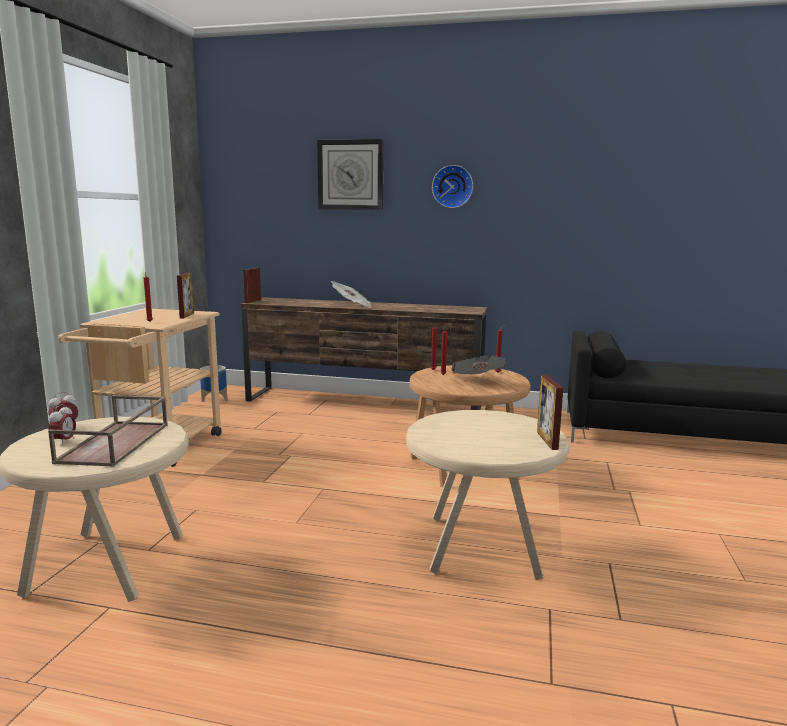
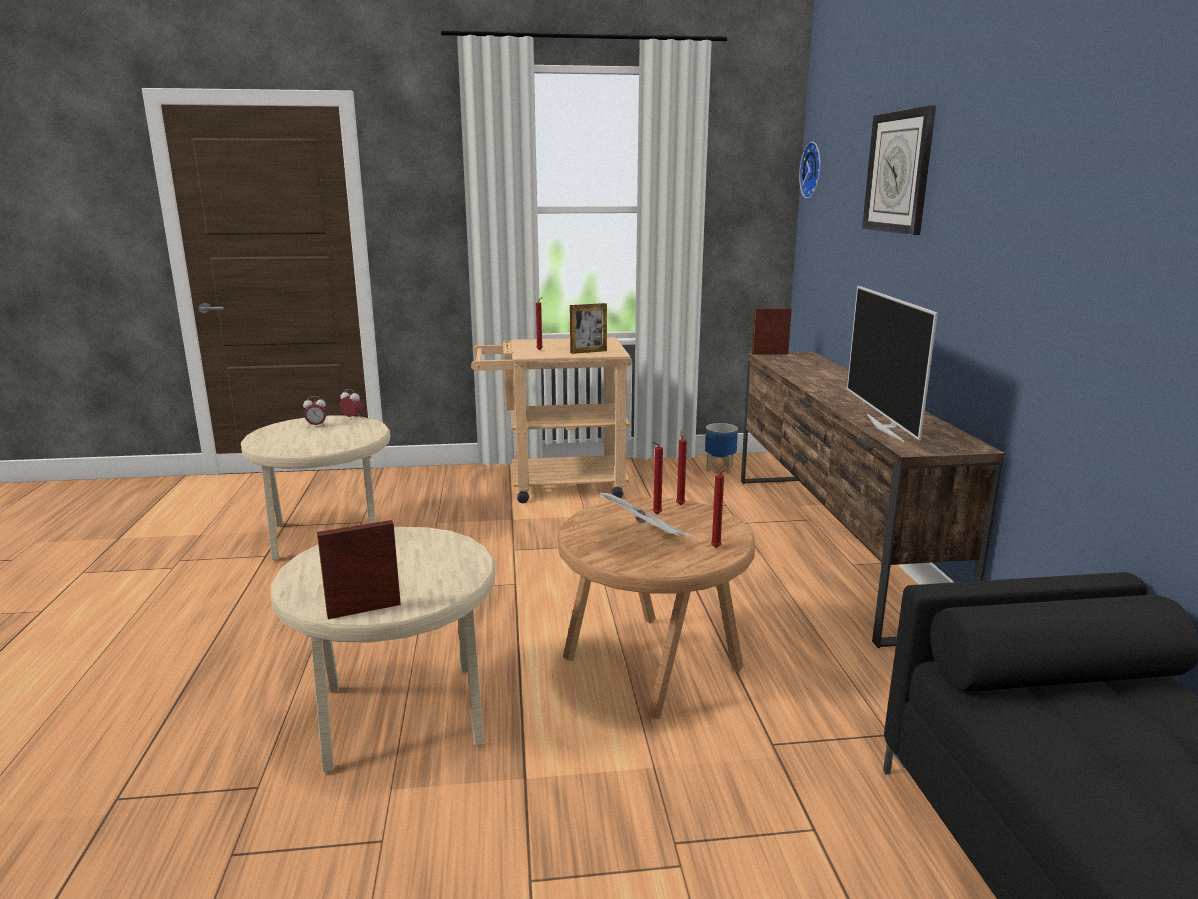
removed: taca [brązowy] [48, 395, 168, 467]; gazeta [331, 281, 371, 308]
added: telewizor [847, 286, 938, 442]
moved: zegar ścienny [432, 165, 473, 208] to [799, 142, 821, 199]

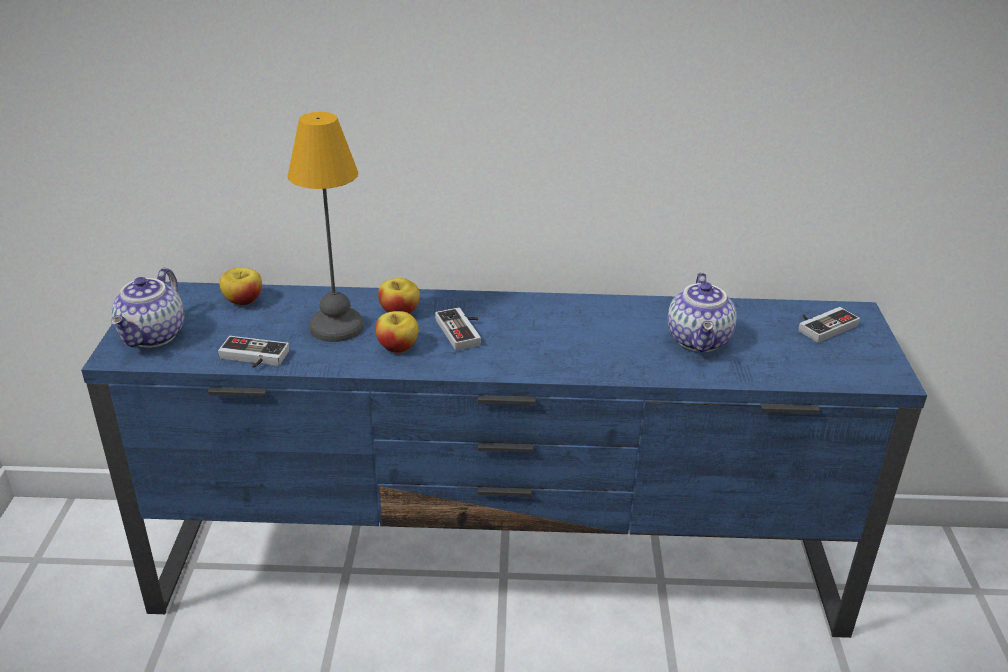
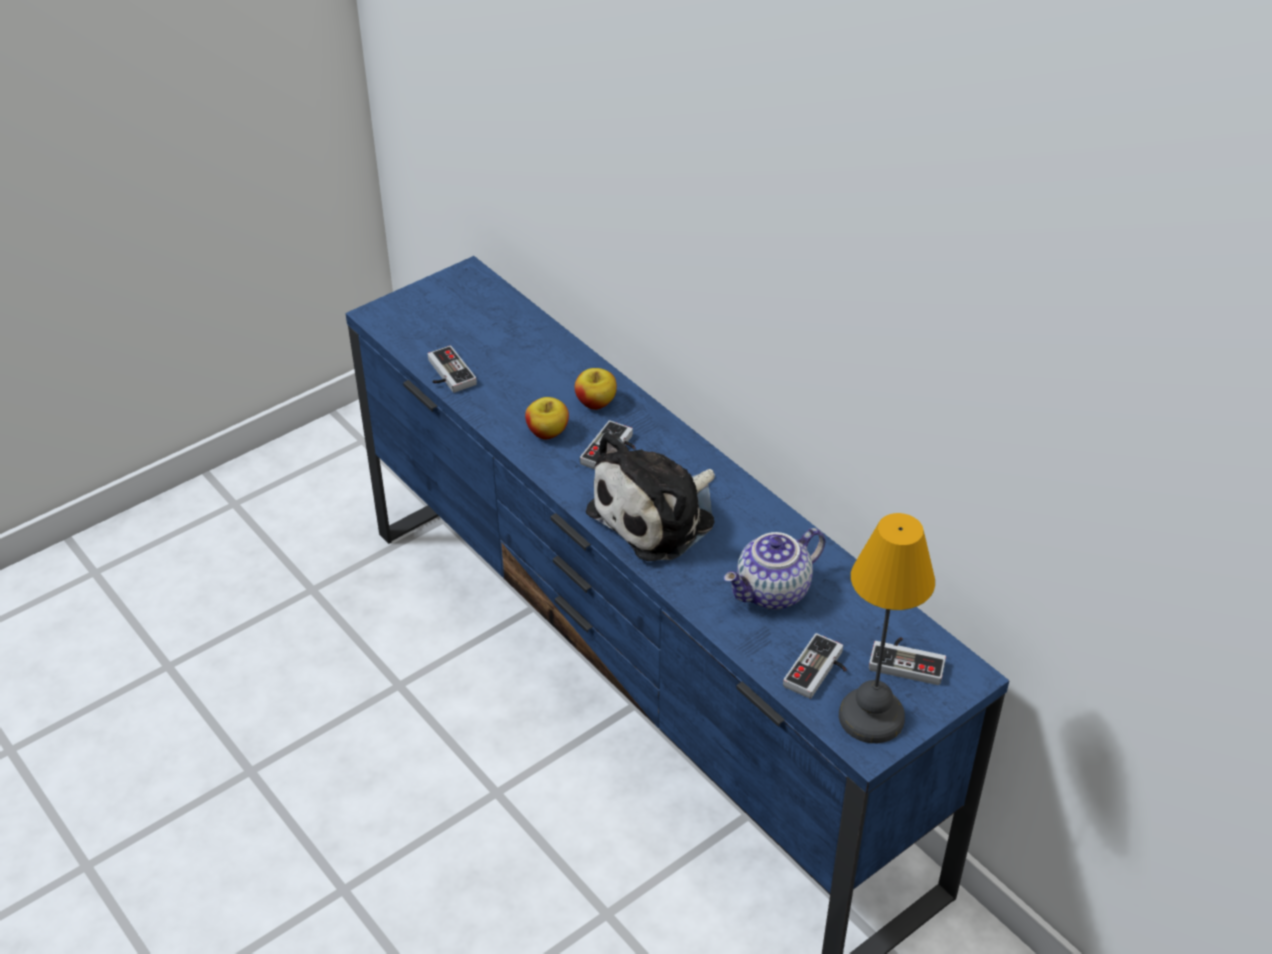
removed: imbryk [111, 268, 184, 348]; jabłko [219, 268, 262, 305]
added: pluszak [586, 431, 715, 561]; pad do gier [783, 633, 847, 699]
moved: lampa stołowa [288, 112, 364, 342] to [839, 513, 935, 743]

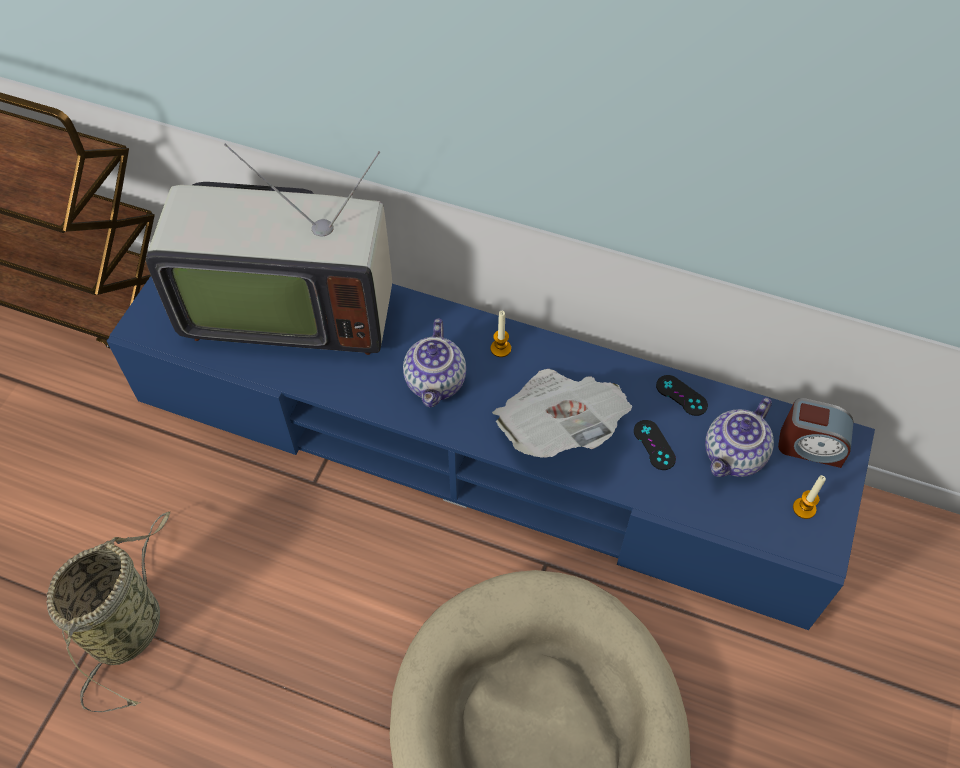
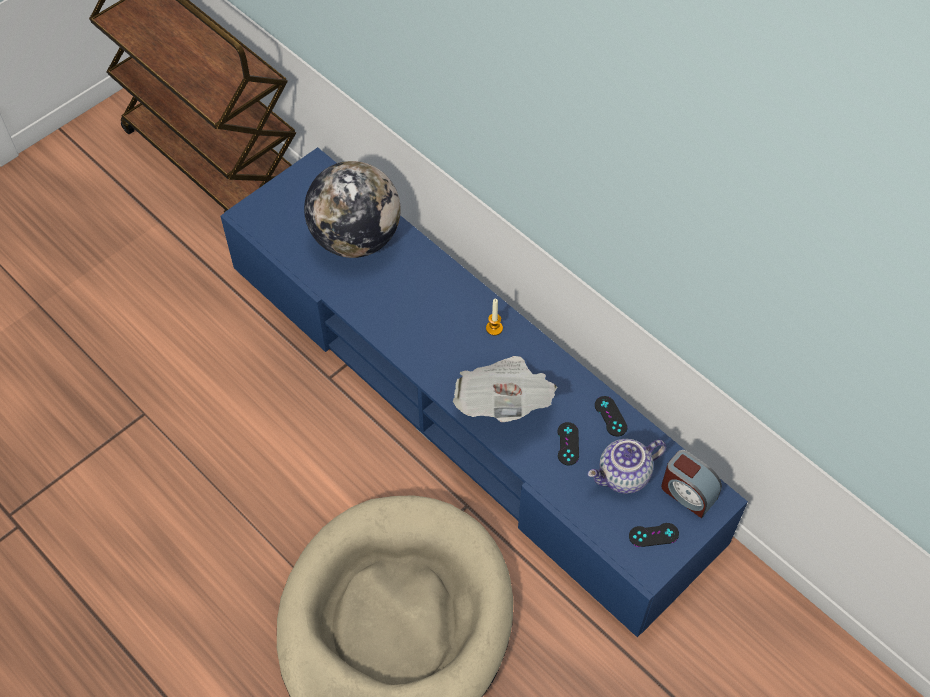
removed: koszyk [47, 511, 170, 712]; imbryk [403, 318, 466, 407]
replaced: telewizor [146, 143, 392, 355] to globus [304, 161, 401, 258]; świeca [793, 475, 826, 519] to pad do gier [czarny] [629, 523, 679, 547]

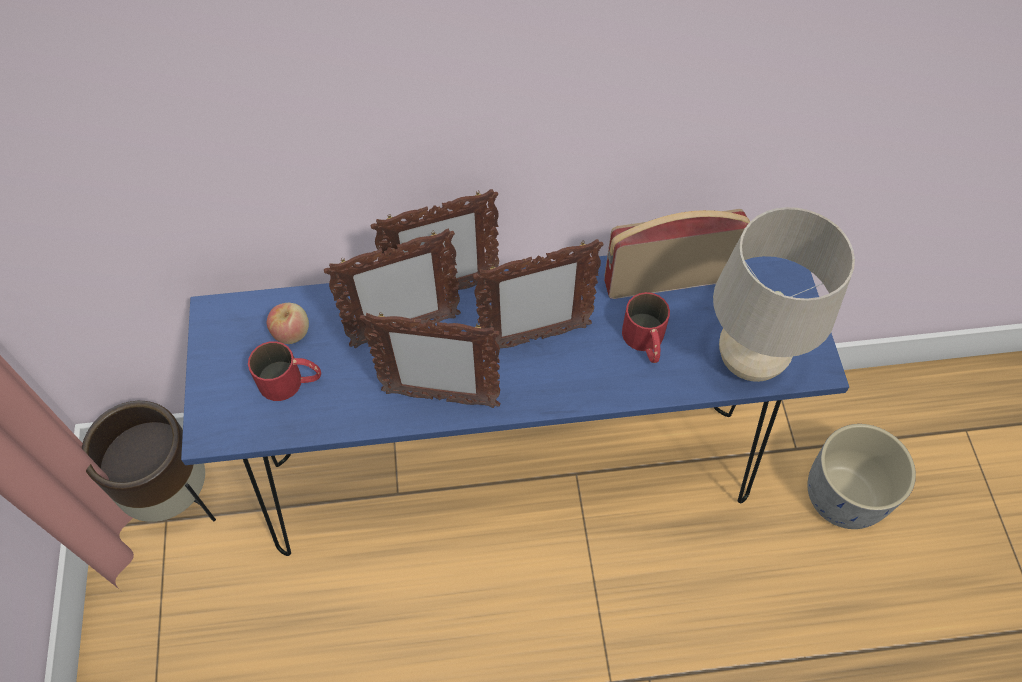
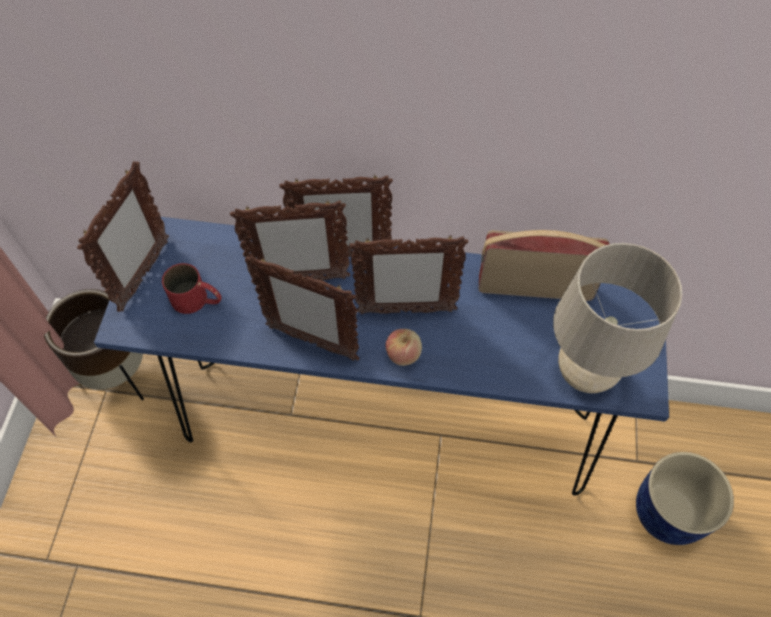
removed: kubek [czerwony] [622, 292, 670, 363]
added: ramka na zdjęcie [77, 161, 169, 312]
moved: jabłko [267, 303, 309, 344] to [385, 329, 422, 366]
recoloured: donica [szary] [808, 424, 916, 529] to donica [niebieski] [636, 452, 734, 545]

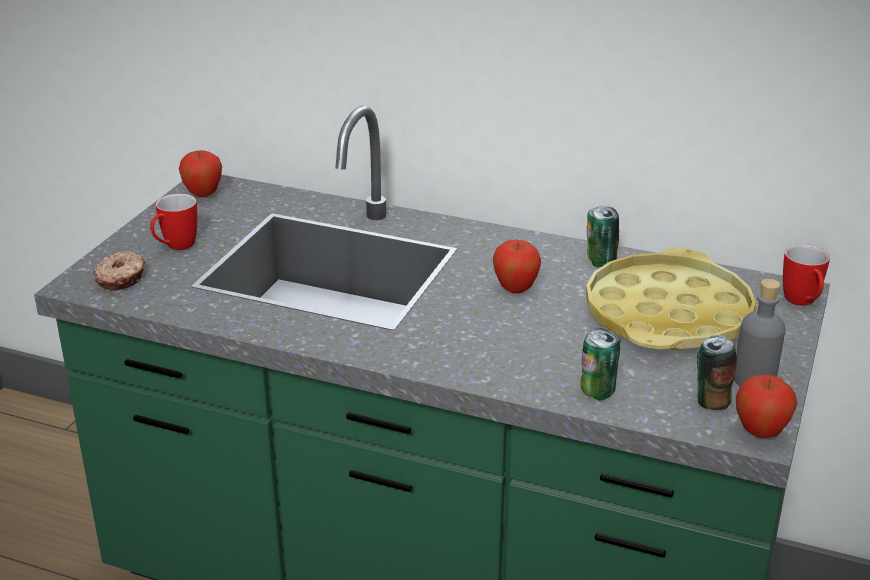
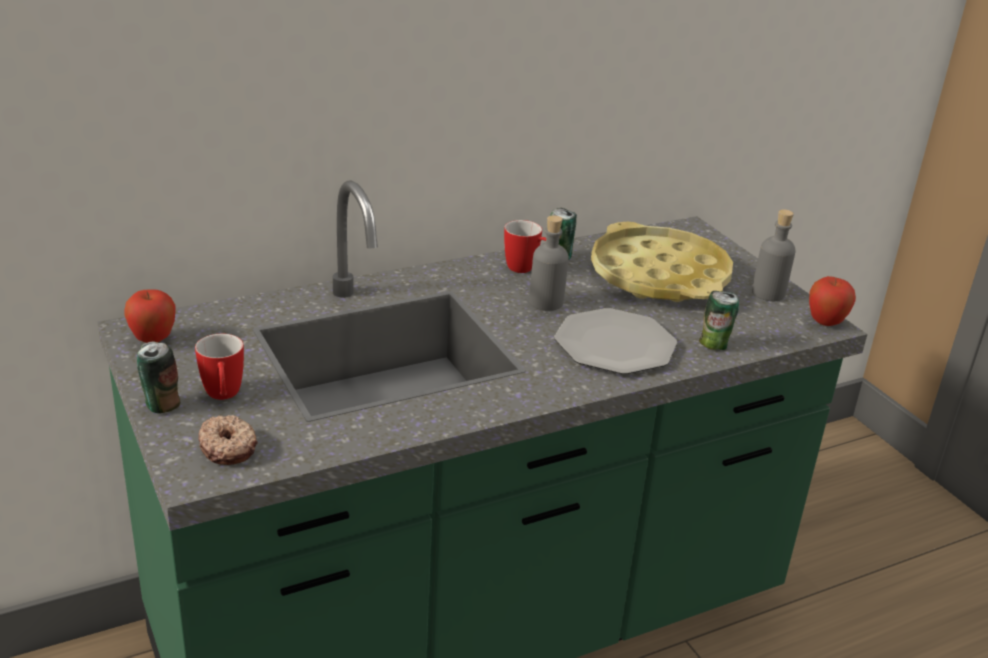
added: talerz [554, 308, 677, 374]
moved: puszka [697, 335, 737, 410] to [137, 342, 180, 414]; kubek [783, 244, 830, 306] to [504, 220, 546, 273]
replaced: jabłko [493, 240, 541, 293] to butelka [szary] [529, 215, 569, 311]

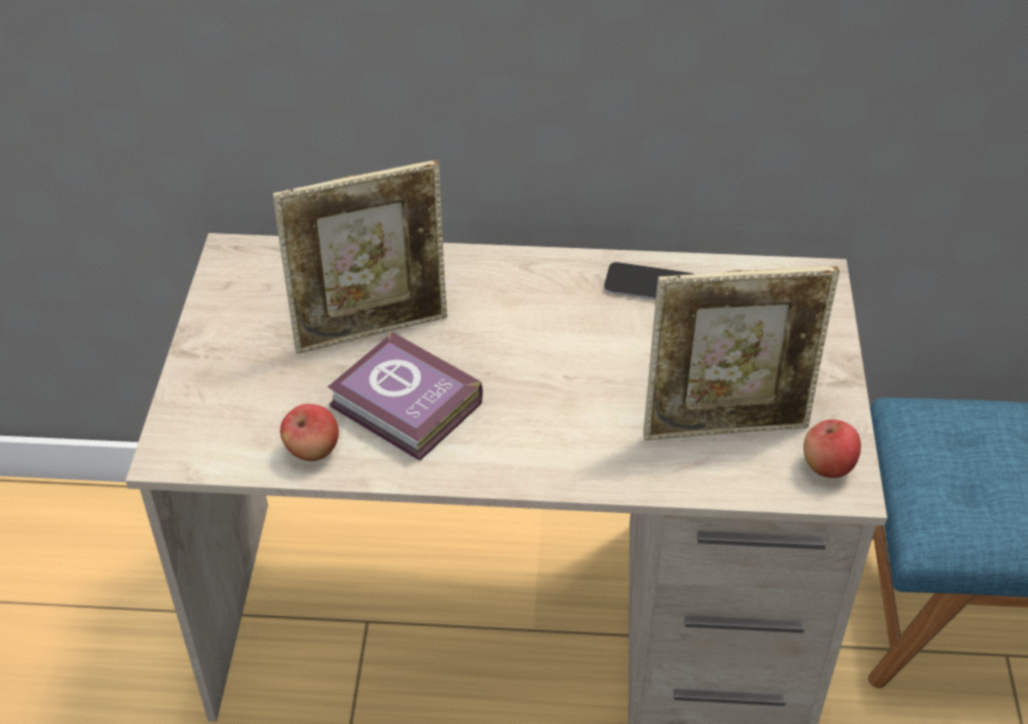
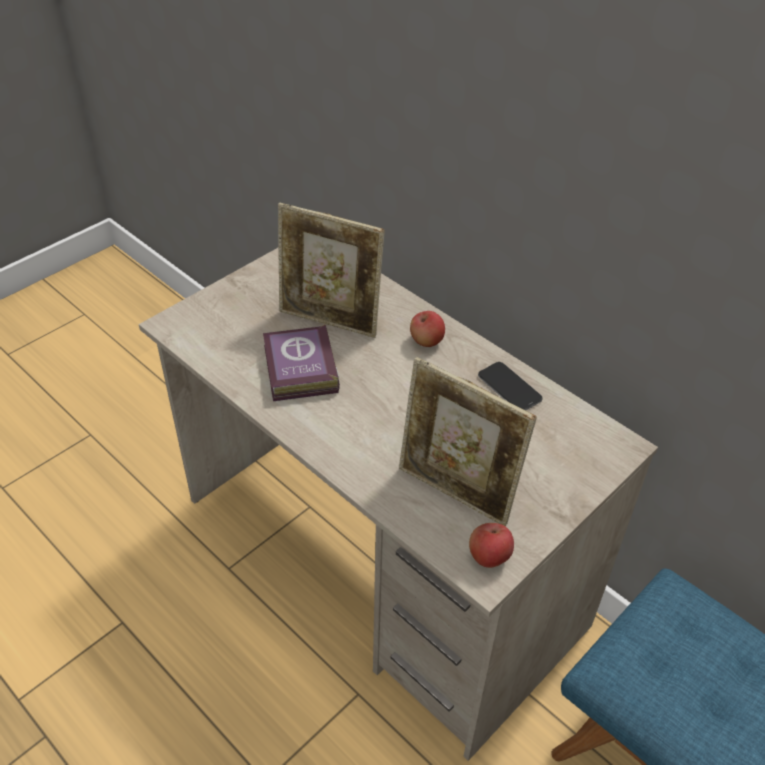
moved: jabłko [280, 404, 339, 461] to [410, 311, 445, 347]

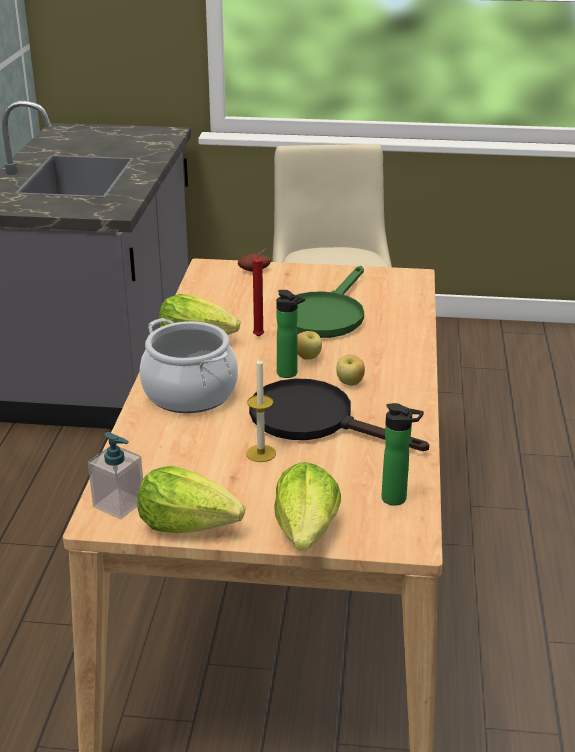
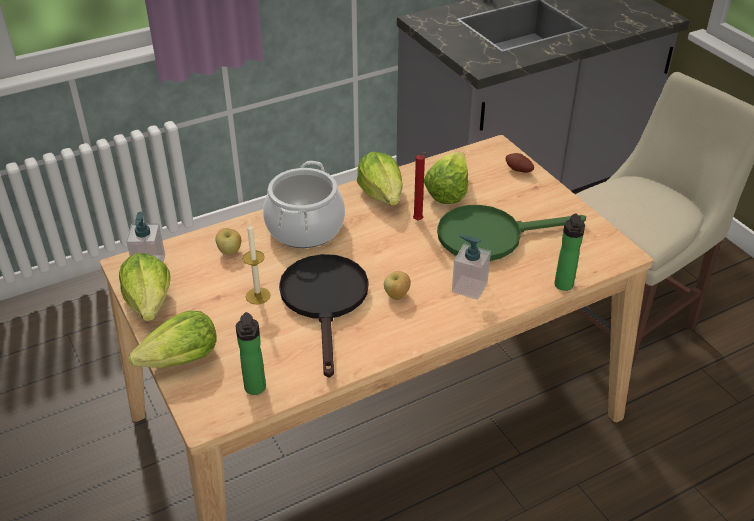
added: sałata [424, 152, 469, 204]; dozownik mydła [452, 235, 491, 300]
moved: jabłko [297, 331, 322, 360] to [215, 228, 241, 255]; butelka [276, 290, 305, 378] to [554, 213, 585, 291]

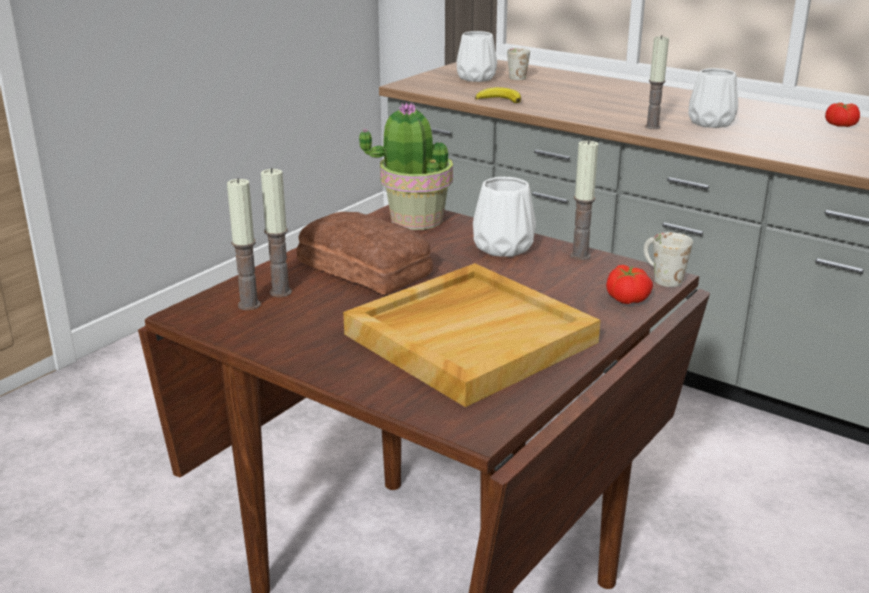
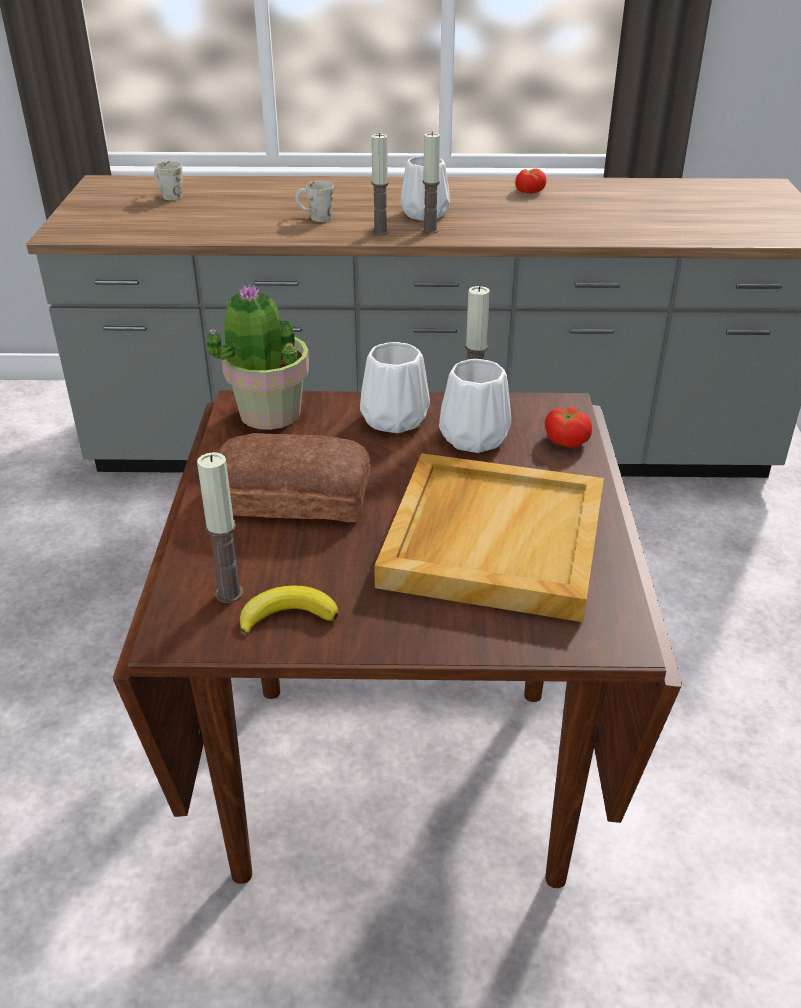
moved: banan [475, 87, 521, 103] to [240, 586, 339, 636]; kubek [biały] [643, 232, 693, 287] to [295, 181, 334, 222]; świeca [261, 168, 292, 297] to [422, 132, 440, 234]; wazon [biały] [457, 31, 497, 82] to [439, 359, 511, 453]

